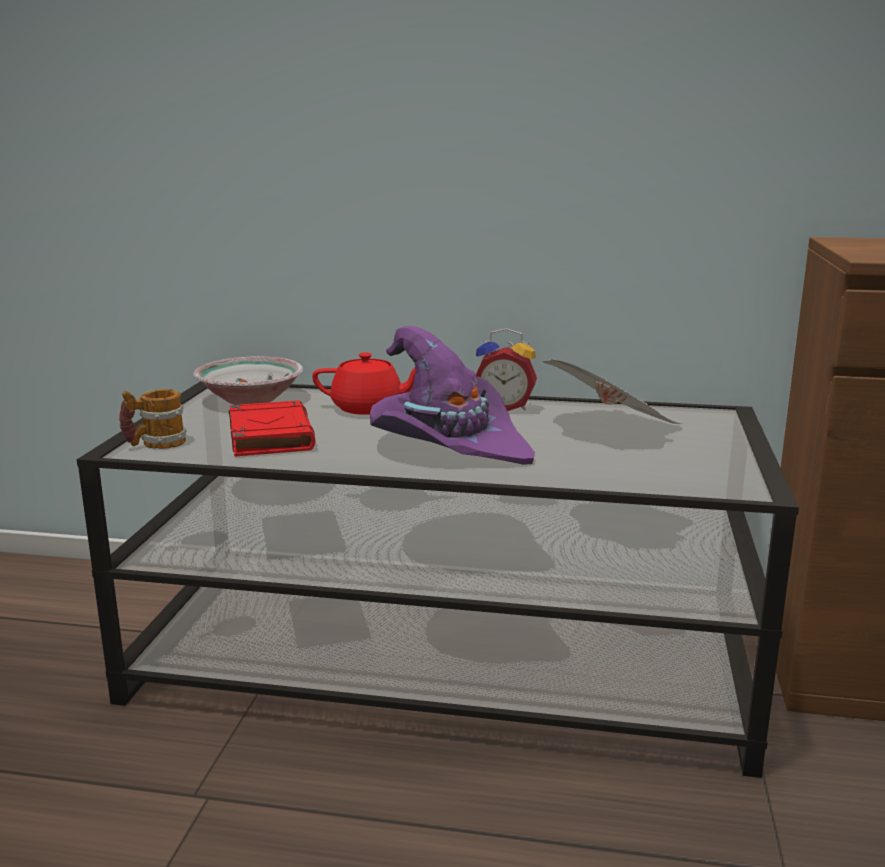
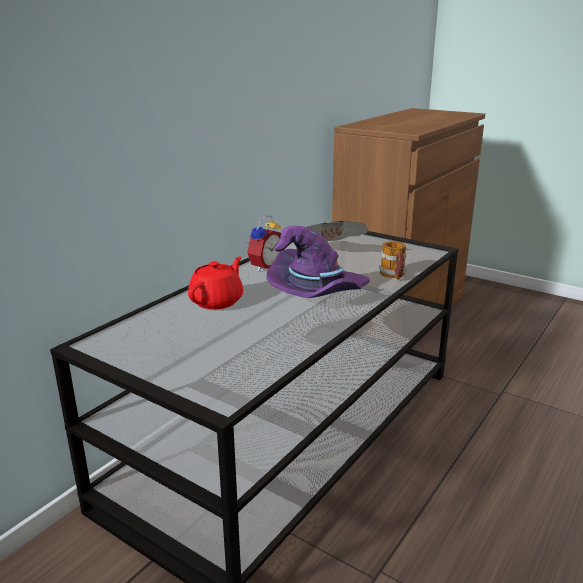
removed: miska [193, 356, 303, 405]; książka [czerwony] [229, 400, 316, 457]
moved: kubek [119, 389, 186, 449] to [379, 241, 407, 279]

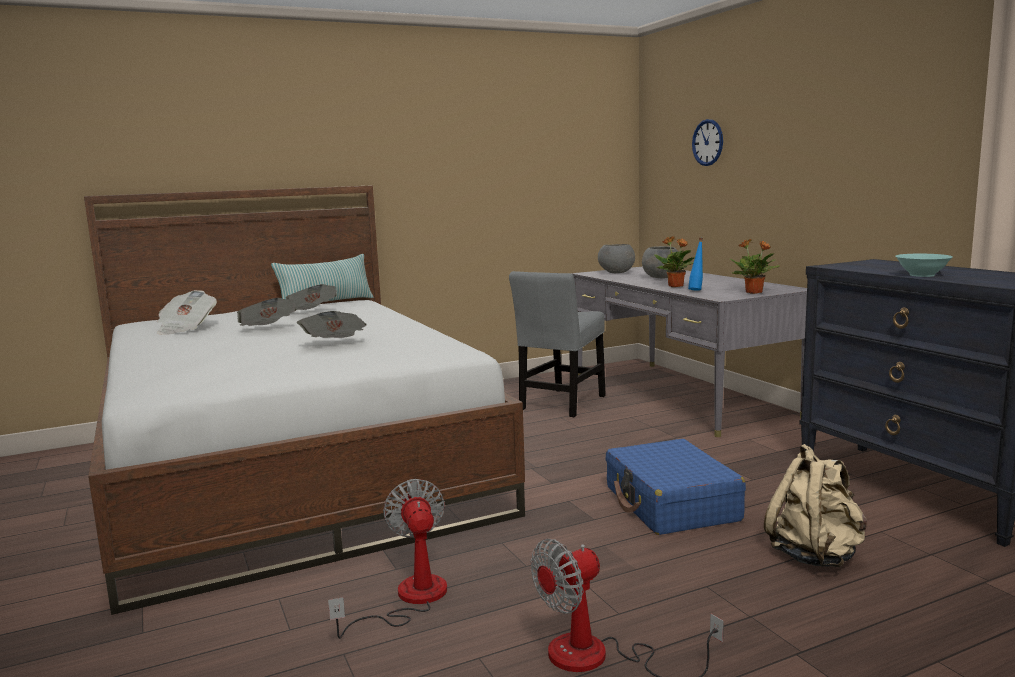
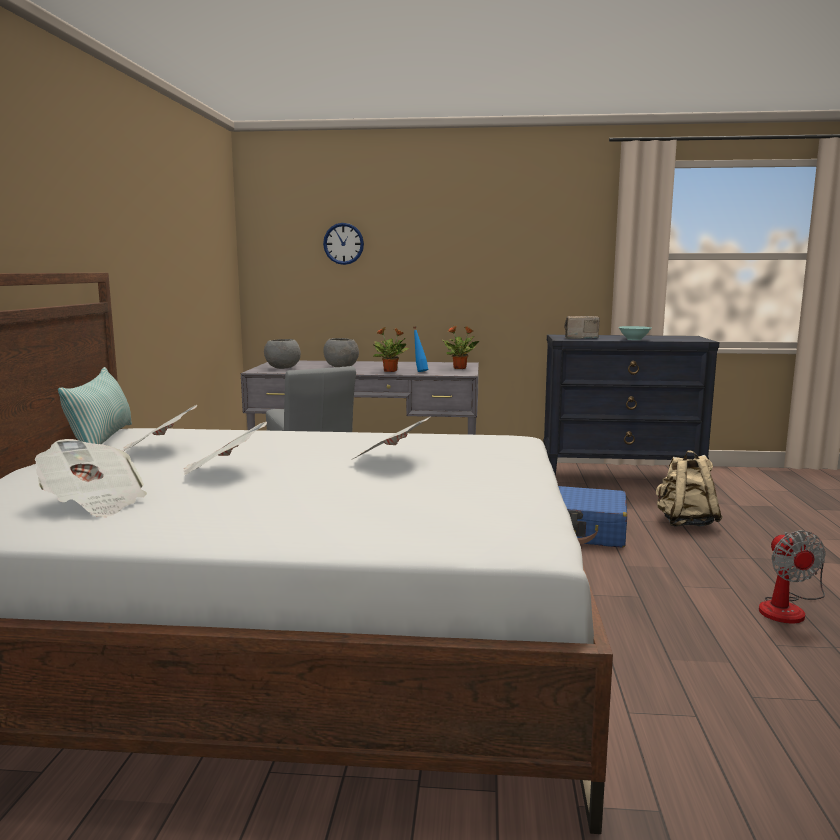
removed: wentylator [328, 479, 447, 639]
added: radio [564, 316, 600, 339]

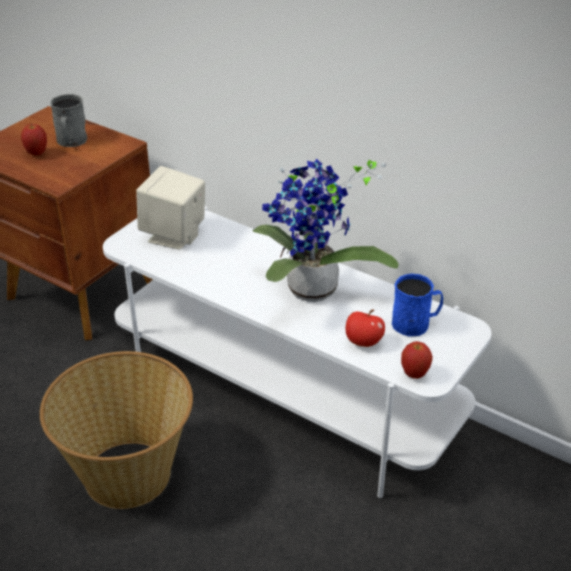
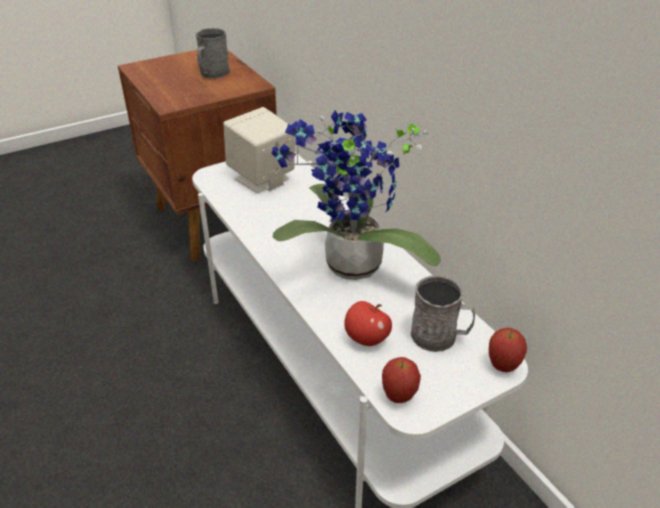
removed: koszyk [40, 351, 193, 509]
moved: jabłko [21, 124, 47, 156] to [489, 328, 527, 372]
recoloured: kubek [niebieski] [392, 274, 443, 337] to kubek [szary] [411, 275, 475, 352]

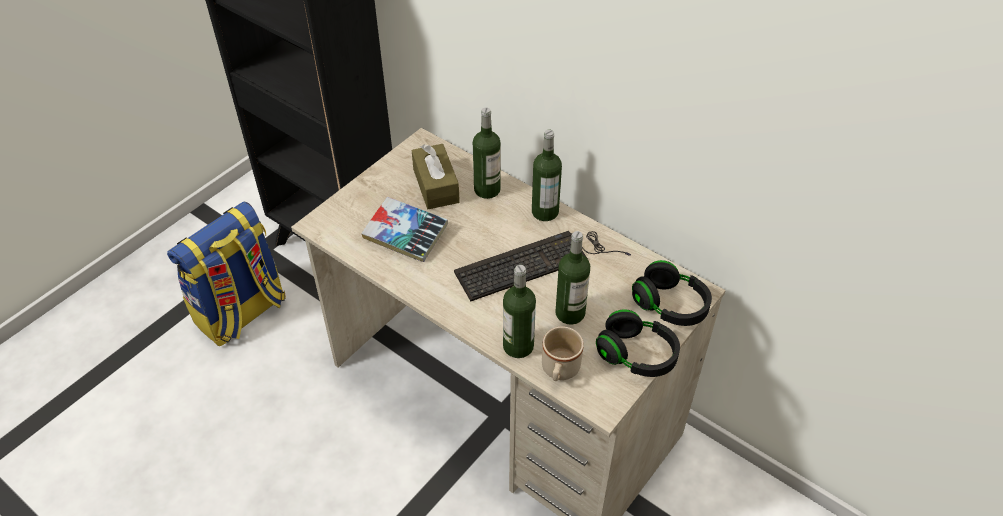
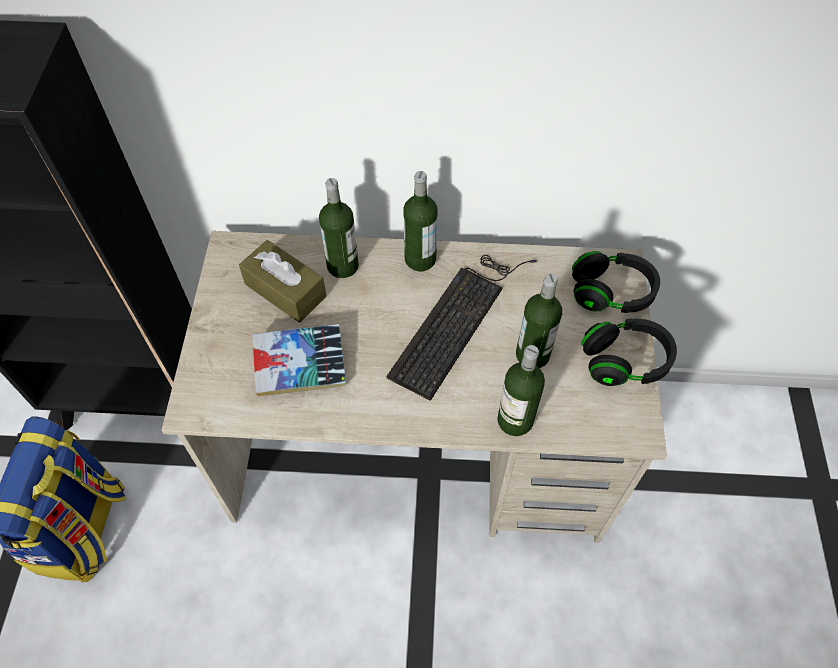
removed: kubek [beżowy] [542, 326, 584, 381]

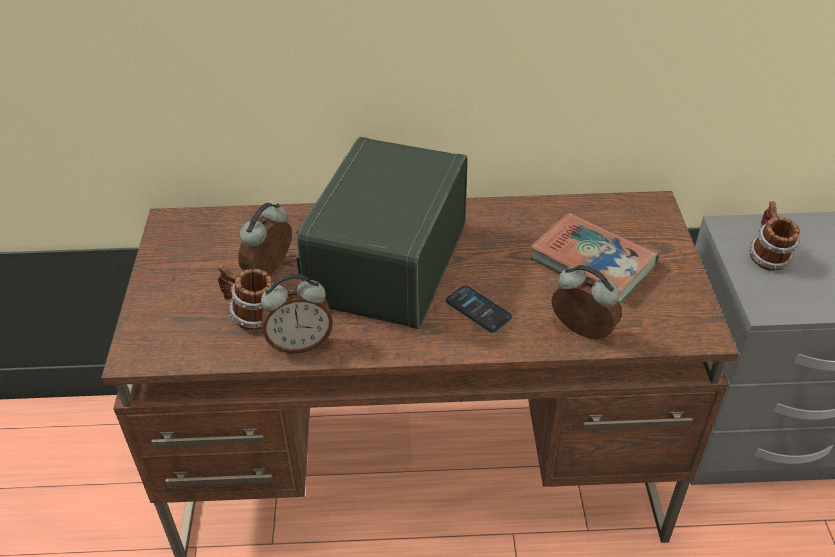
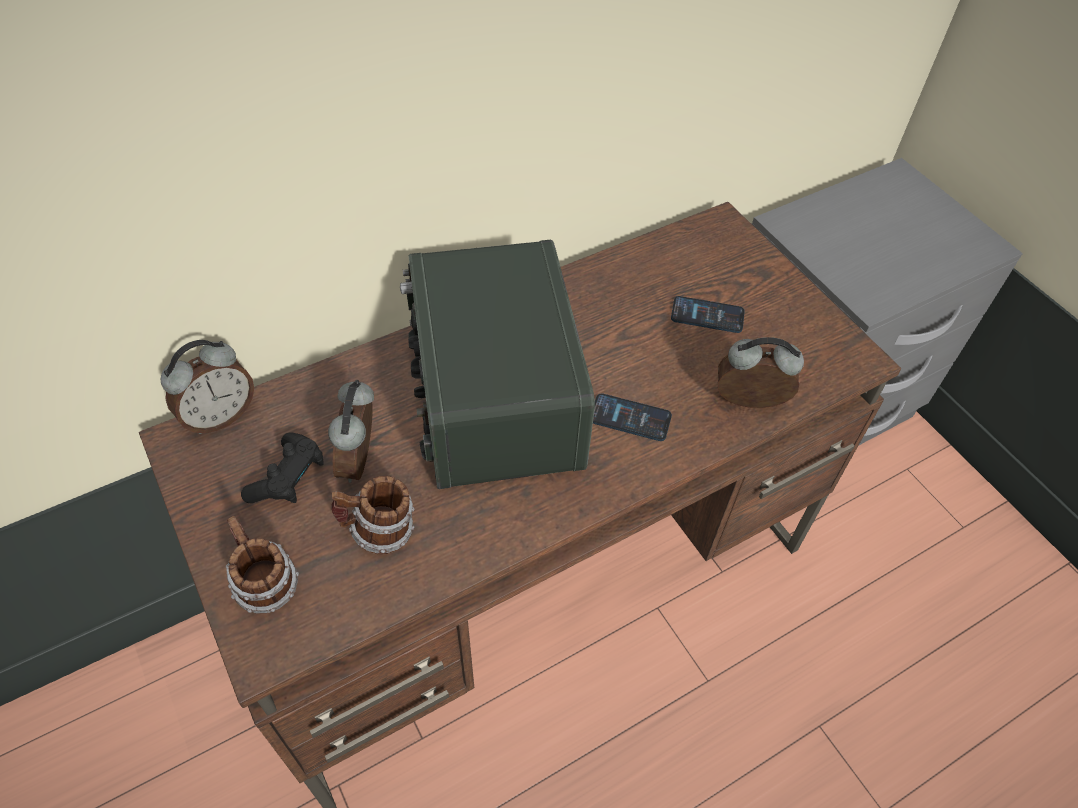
added: pad do gier [czarny] [241, 432, 324, 504]
moved: budzik [261, 274, 333, 354] to [161, 340, 254, 434]; kubek [749, 201, 800, 271] to [226, 516, 299, 614]
replaced: książka [530, 213, 658, 304] to telefon [671, 296, 745, 333]

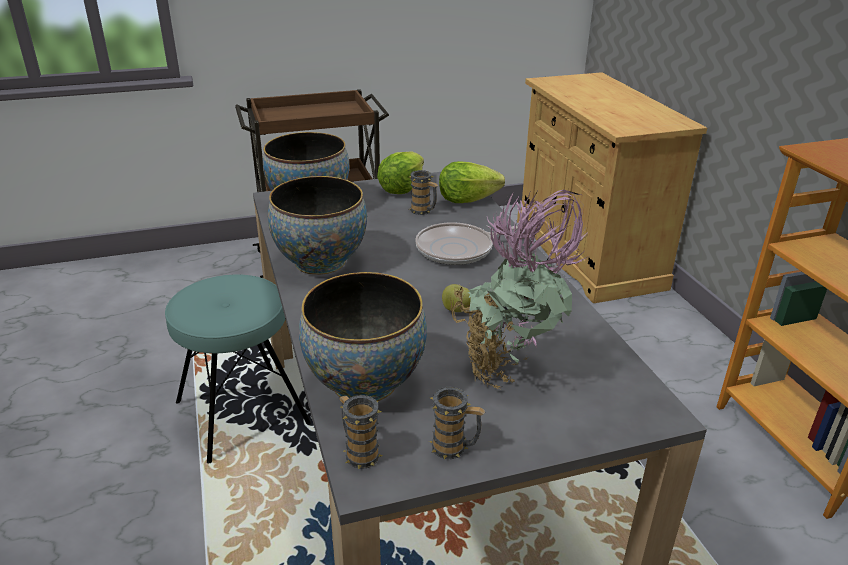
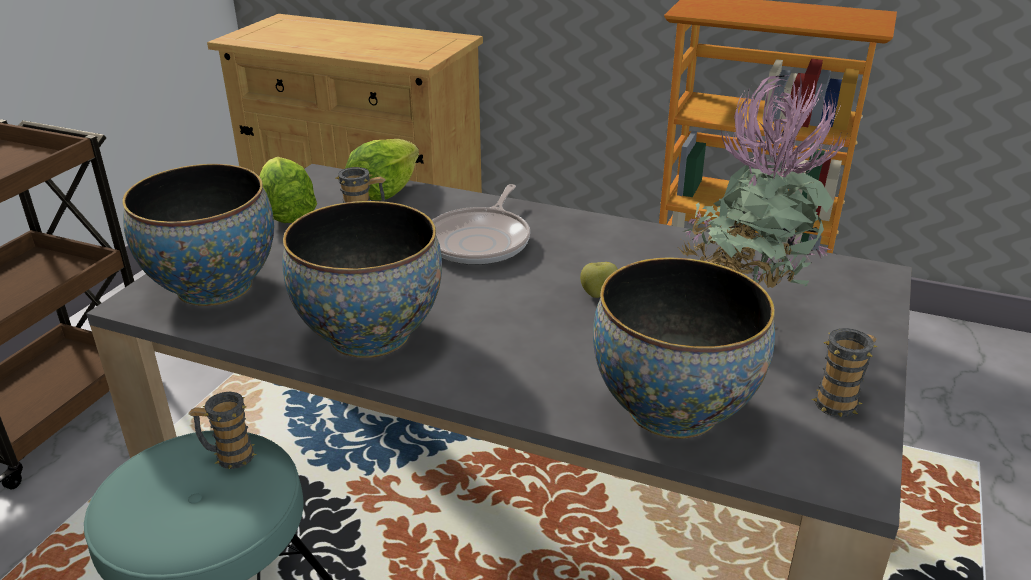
moved: kubek [339, 395, 383, 469] to [189, 391, 257, 469]

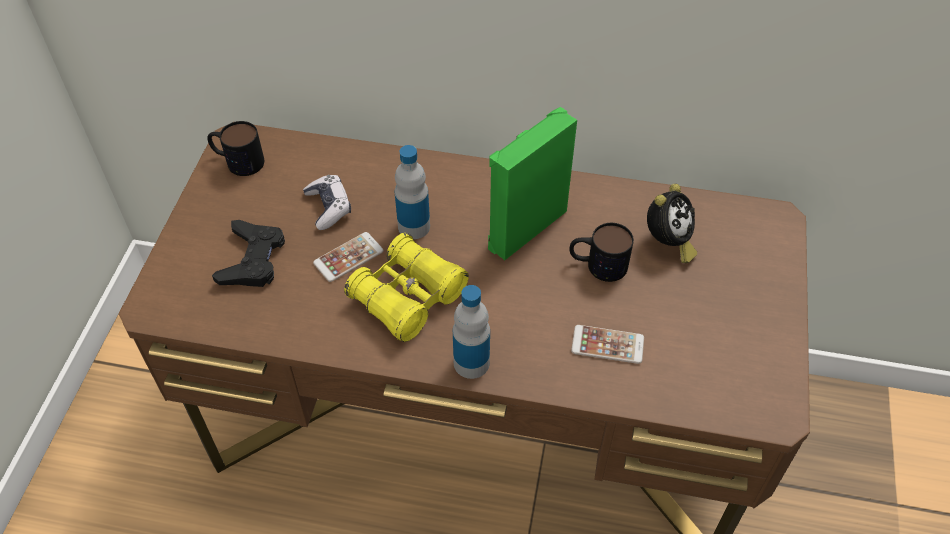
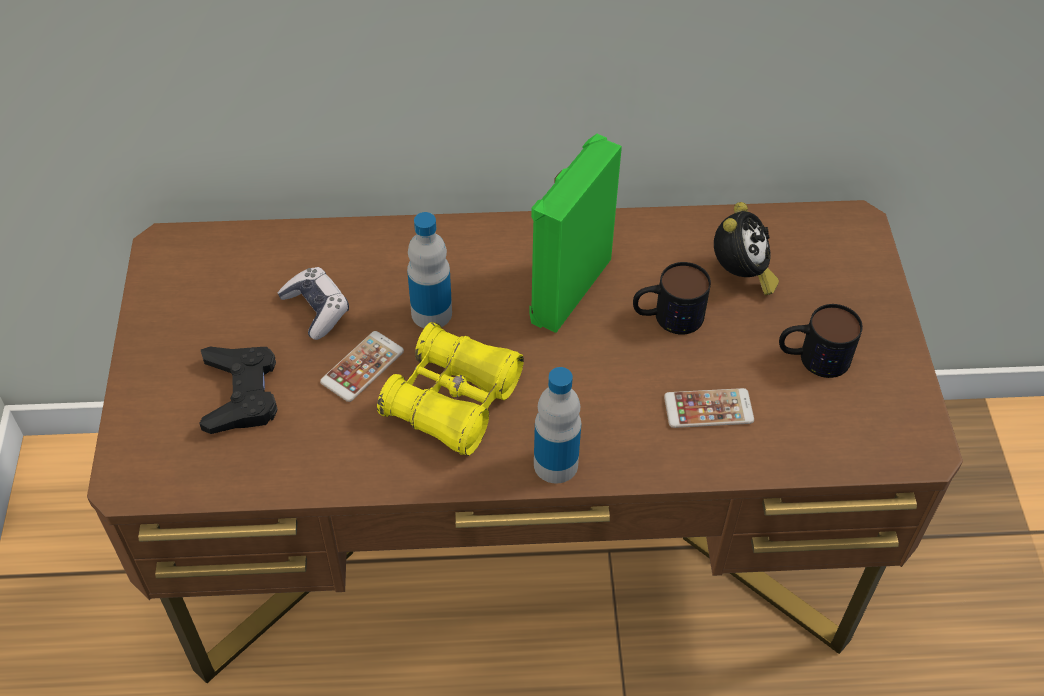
moved: kubek [207, 121, 264, 176] to [779, 304, 863, 378]

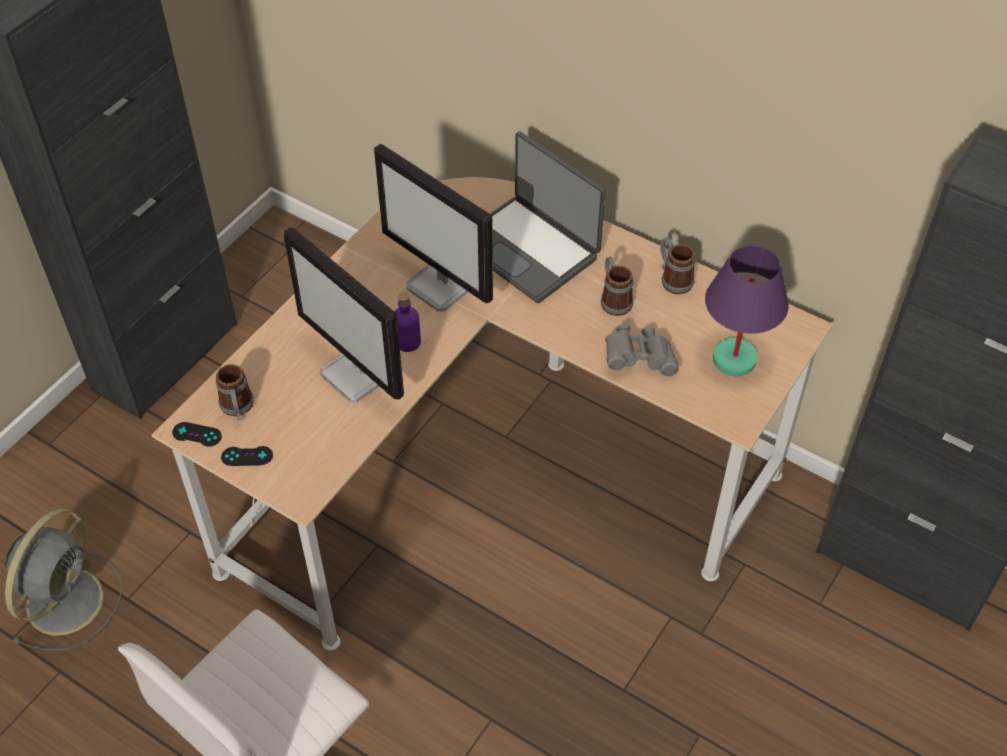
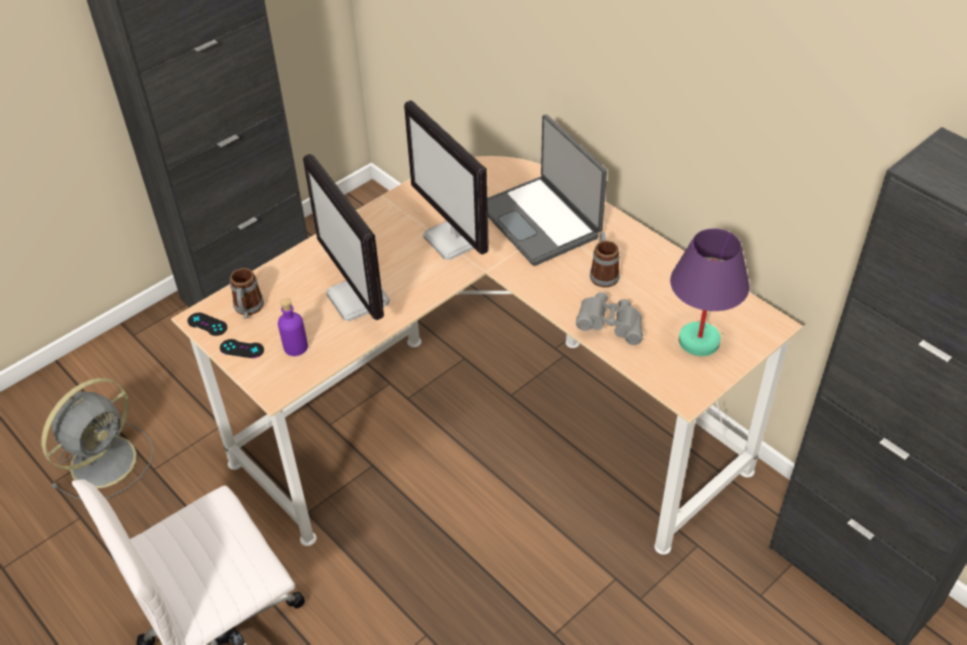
removed: kubek [660, 237, 695, 294]
moved: butelka [fioletowy] [394, 292, 421, 352] to [278, 298, 308, 356]

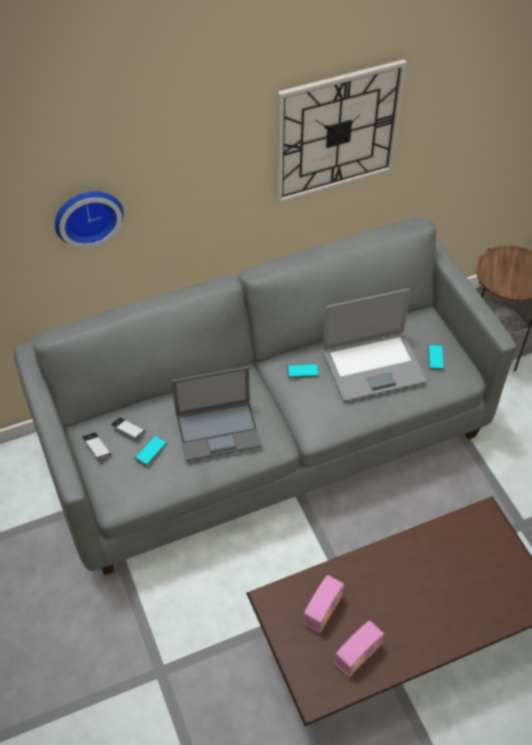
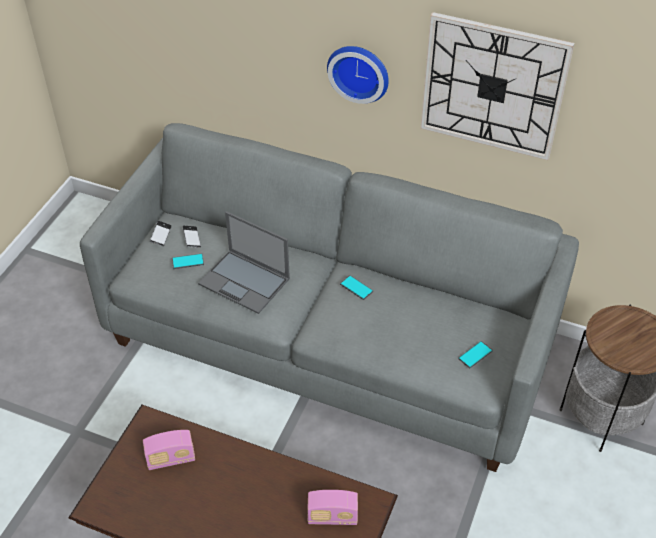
removed: laptop [323, 289, 426, 401]
moved: radio [334, 620, 384, 678] to [307, 490, 358, 525]; zegar ścienny [55, 191, 124, 248] to [327, 46, 389, 104]

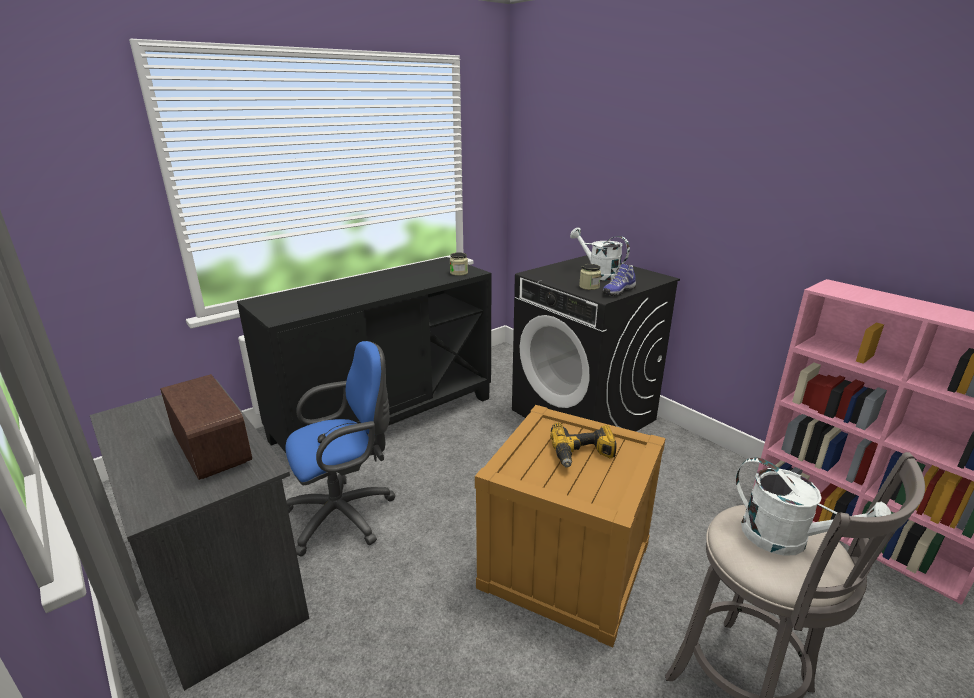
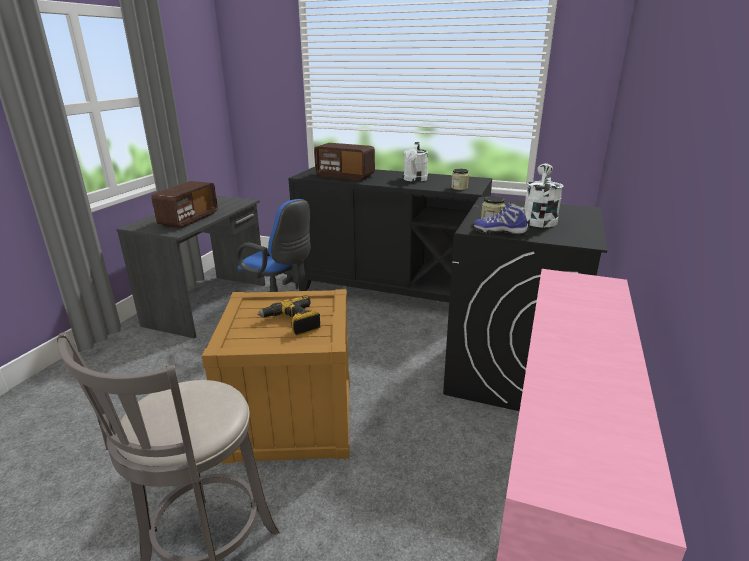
added: radio [314, 143, 375, 181]
moved: konewka [biały] [735, 458, 891, 556] to [403, 142, 428, 182]

